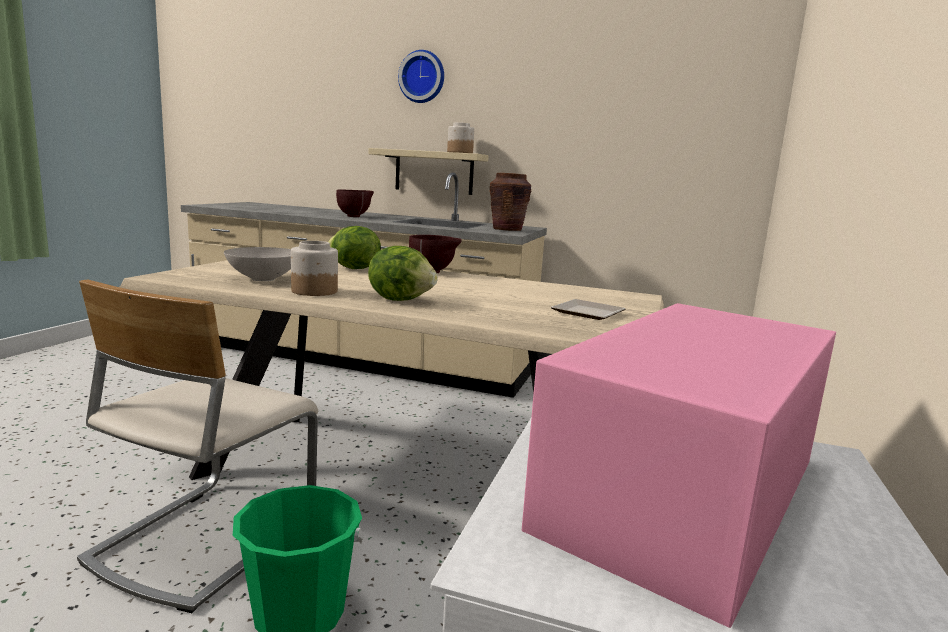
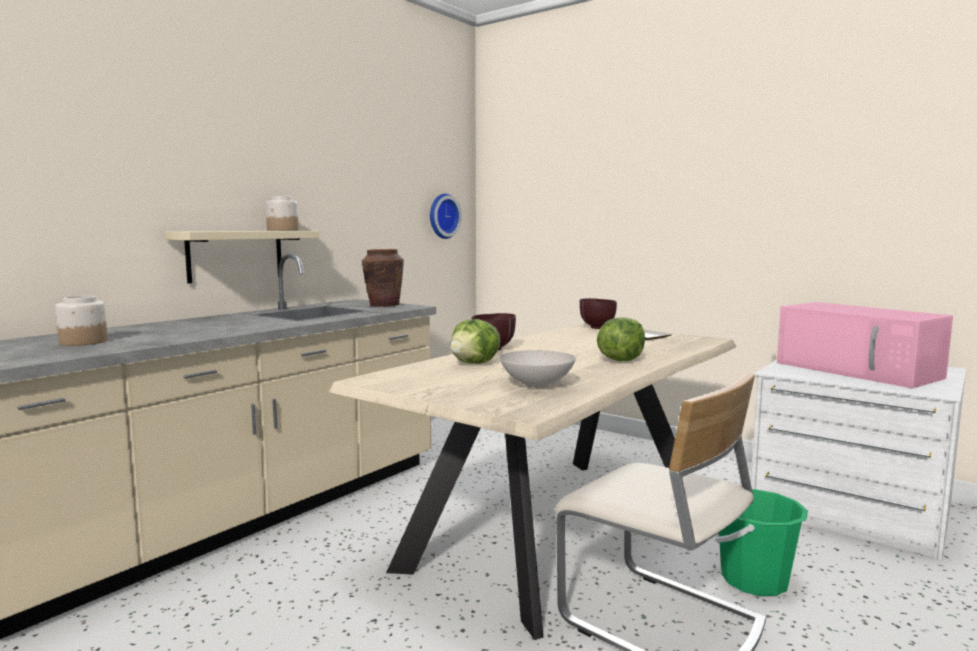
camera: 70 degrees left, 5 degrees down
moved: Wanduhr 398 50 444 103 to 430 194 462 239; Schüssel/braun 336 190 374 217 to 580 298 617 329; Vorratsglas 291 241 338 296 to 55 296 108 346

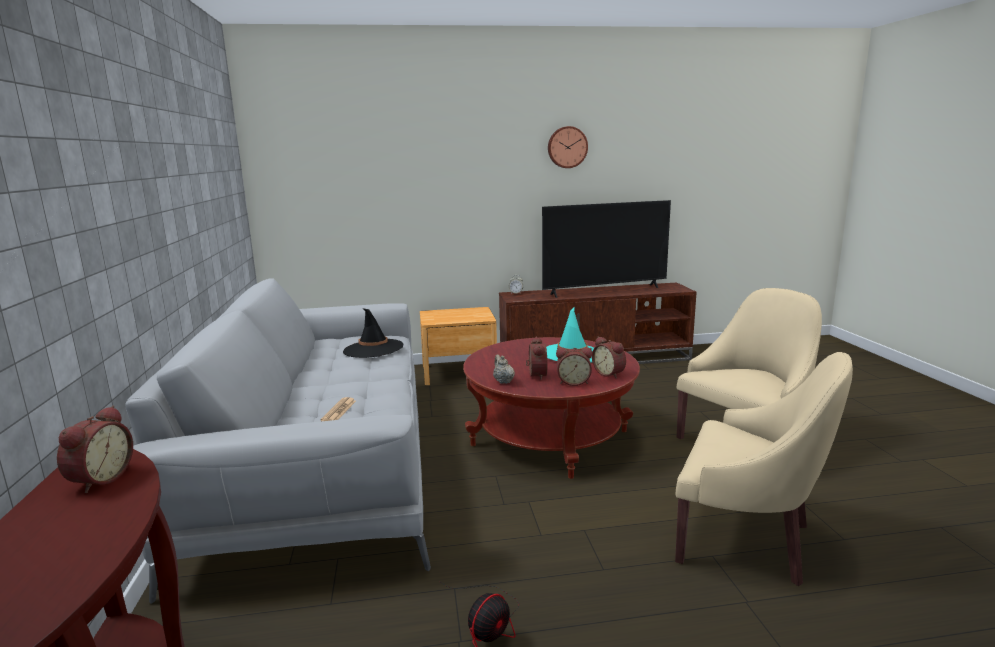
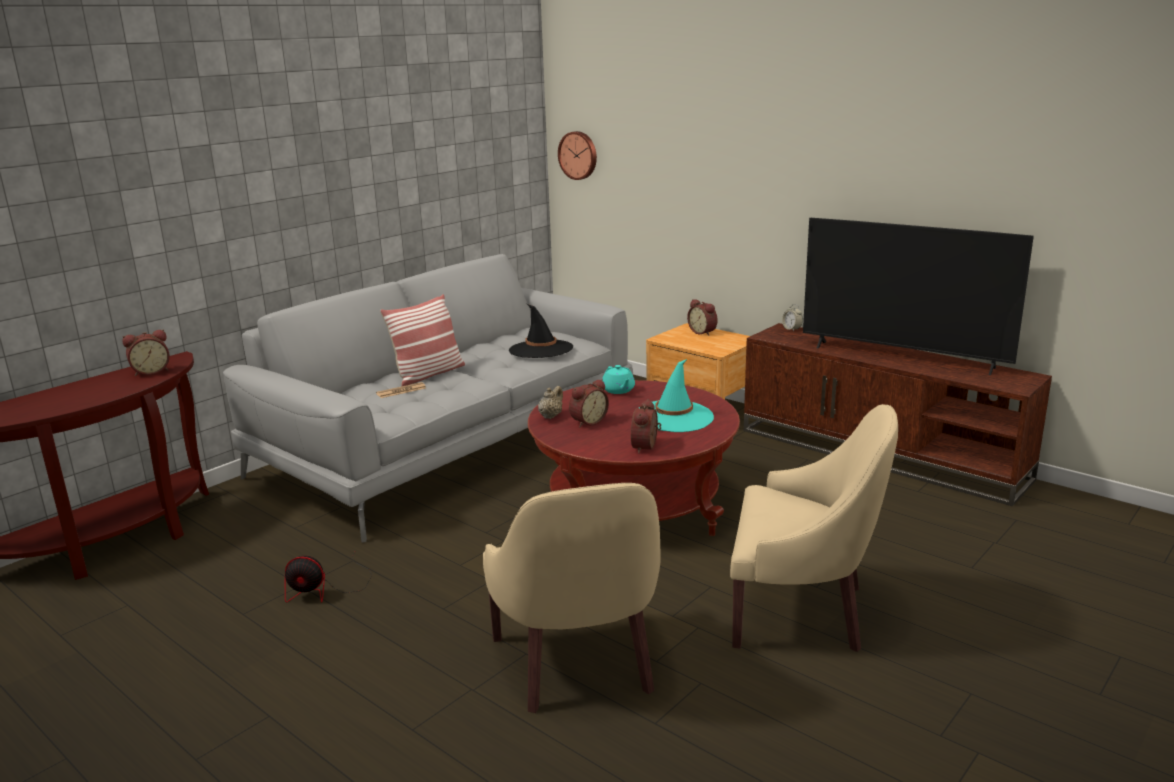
camera: 50 degrees right, 5 degrees up
added: Kissen 380 294 465 386; Teekanne/türkis 602 365 635 394
moved: Wanduhr 548 126 588 168 to 558 131 597 180; Wecker 556 347 592 386 to 687 299 718 336

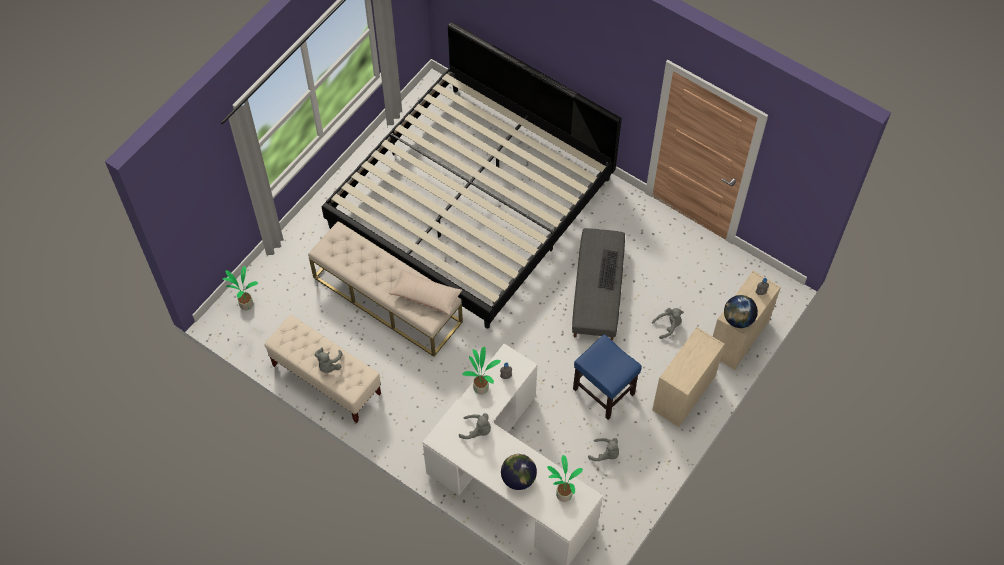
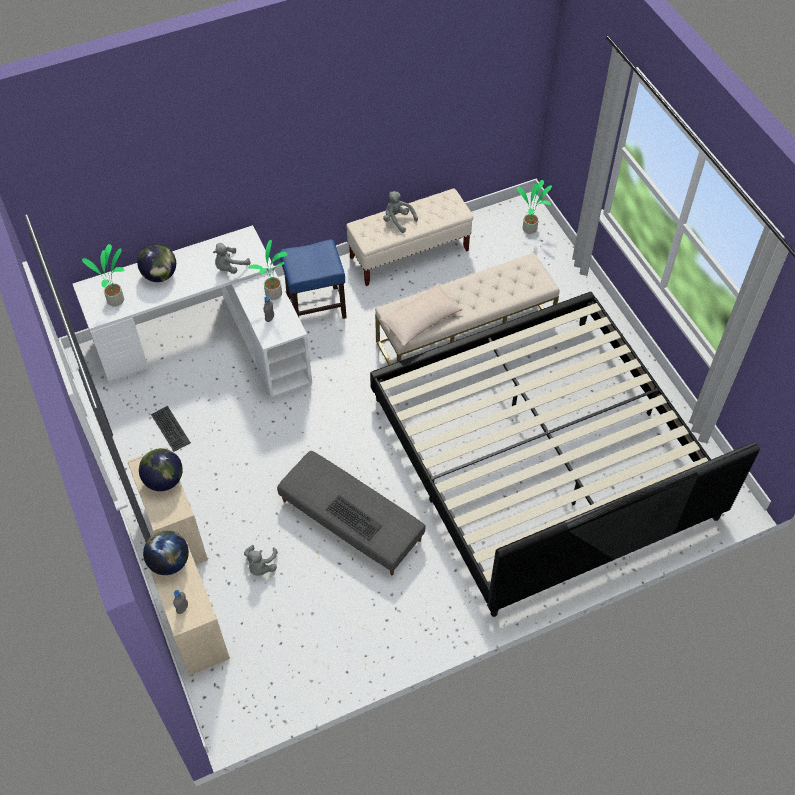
camera: 120 degrees right, 5 degrees down
added: Globus 139 448 183 491
moved: Hocker/blau 573 334 642 420 to 280 239 347 319
replaced: Plüschtier/grau 588 438 619 461 to Tastatur 151 406 191 452

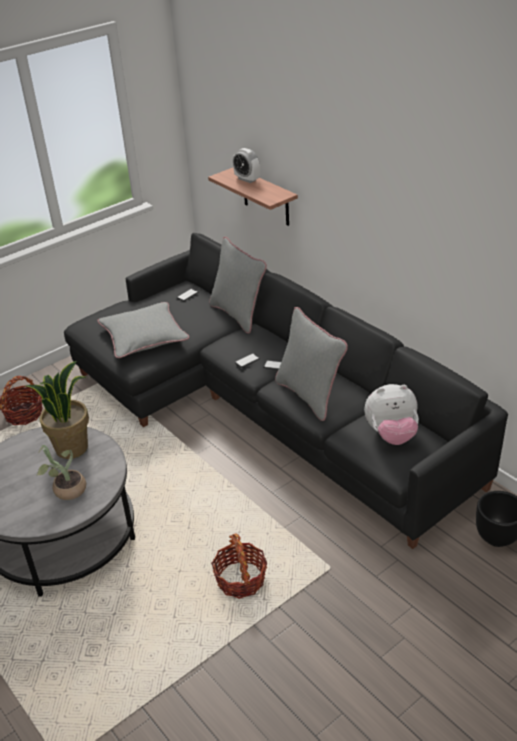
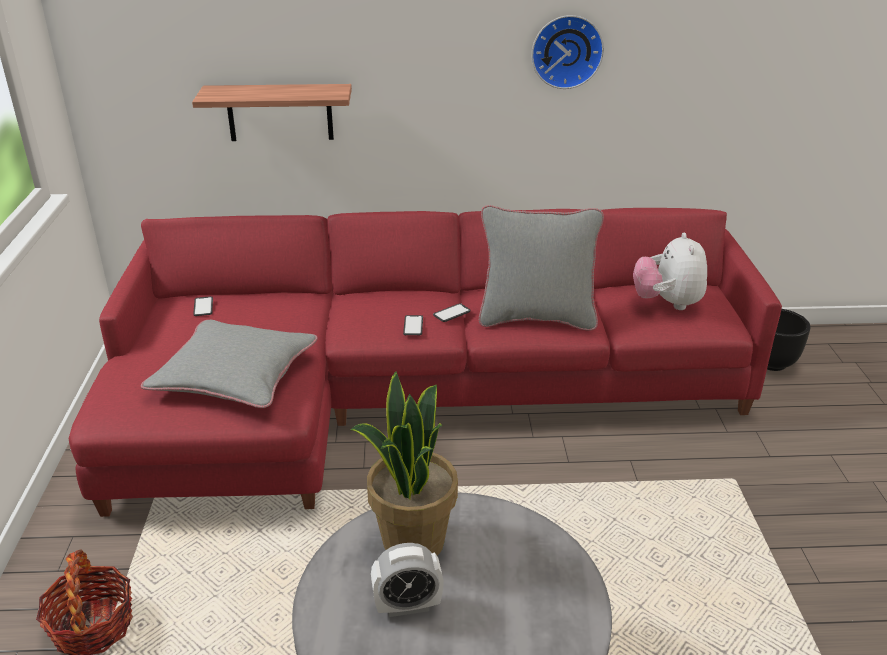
camera: 55 degrees left, 5 degrees down
removed: Kissen/grau 209 237 267 334; Topfpflanze 36 445 86 500; Korb 211 533 268 599
added: Wanduhr 532 15 604 89
moved: Wecker 233 148 260 183 to 371 543 444 617
recoloured: Sofa/schwarz 64 233 508 549 to Sofa/rot 69 208 782 517
turned: Plüschtier 364 384 419 445 = 633 232 707 310 150 degrees clockwise

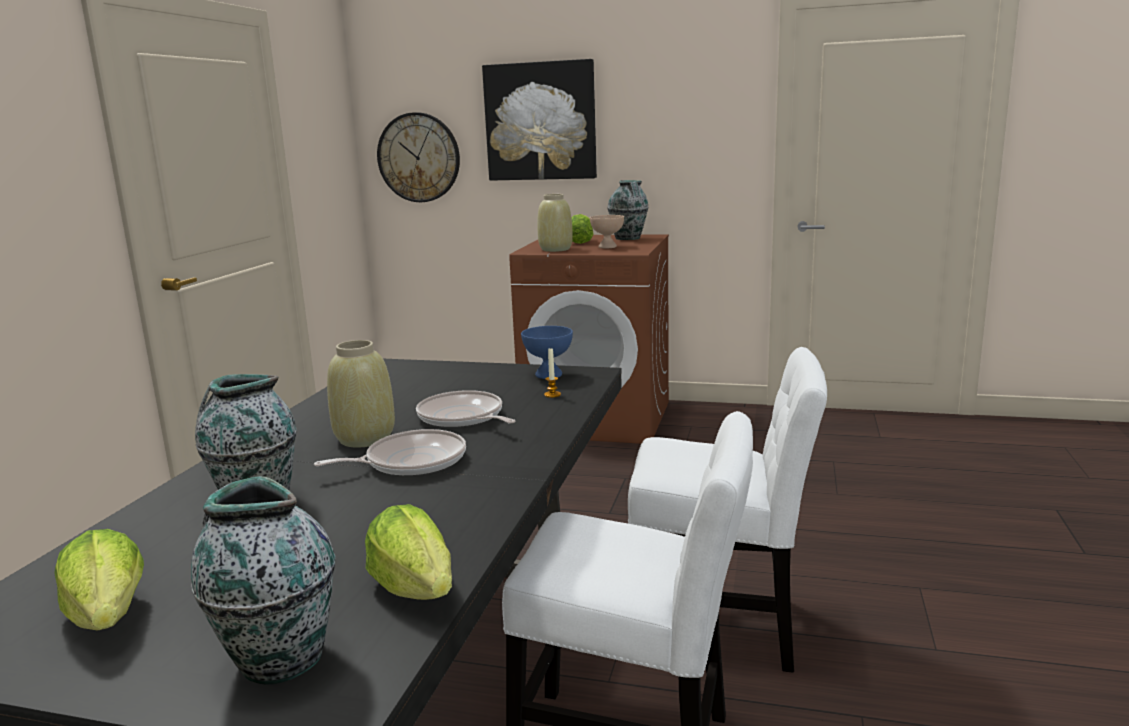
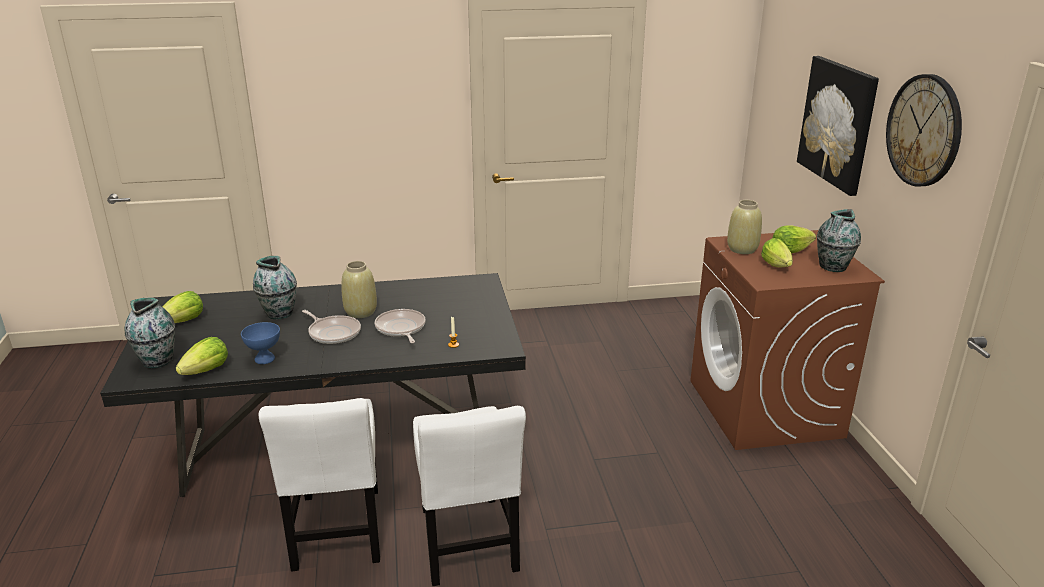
camera: 65 degrees right, 10 degrees up
moved: Wanduhr 377 112 460 202 to 886 74 962 186; Schüssel/blau 521 326 573 379 to 241 322 280 364
replaced: Schüssel/beige 590 215 624 248 to Salatkopf 761 238 793 267
turned: Pfanne 416 390 516 428 = 375 309 426 343 45 degrees counterclockwise

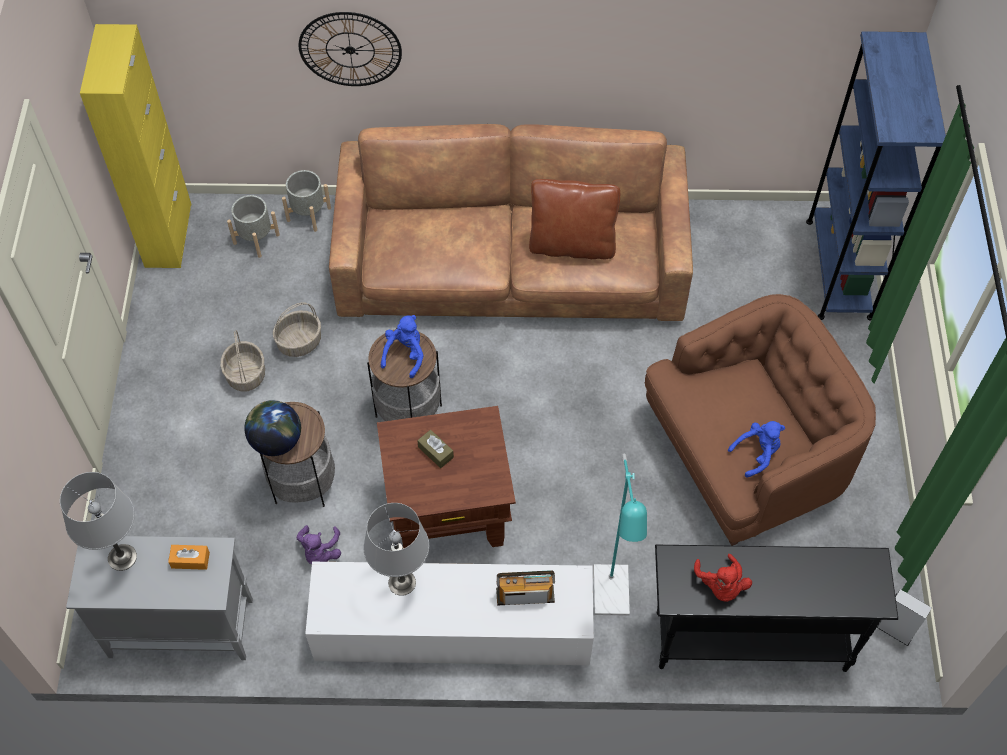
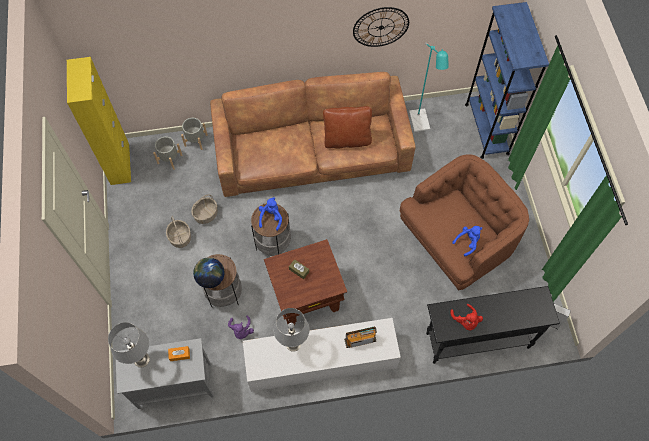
camera: 10 degrees left, 5 degrees up
moved: Wanduhr 299 12 402 86 to 353 7 409 47; Stehlampe/türkis 594 453 647 616 to 409 42 449 132

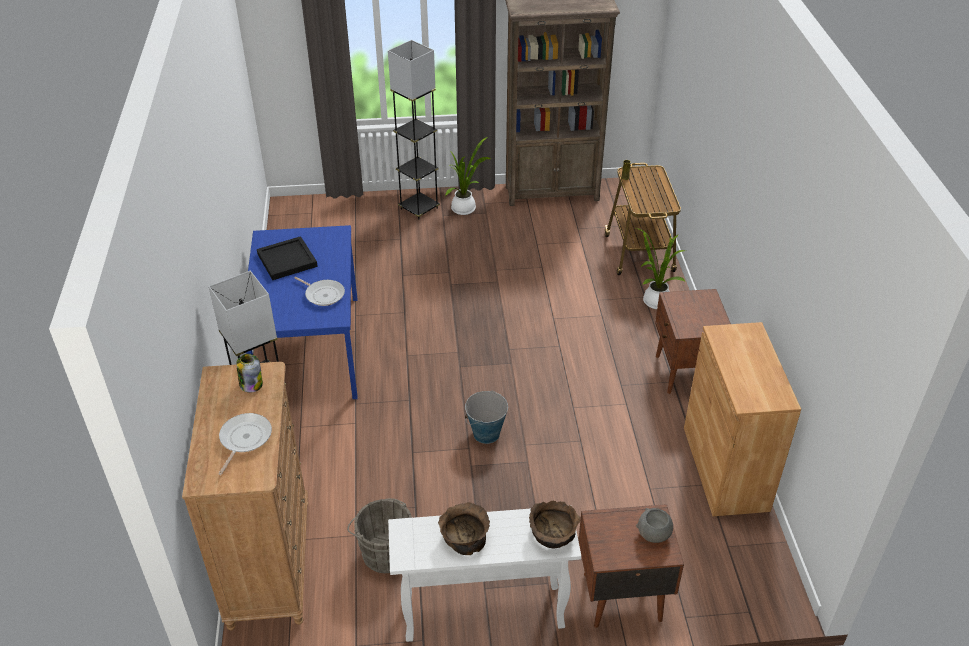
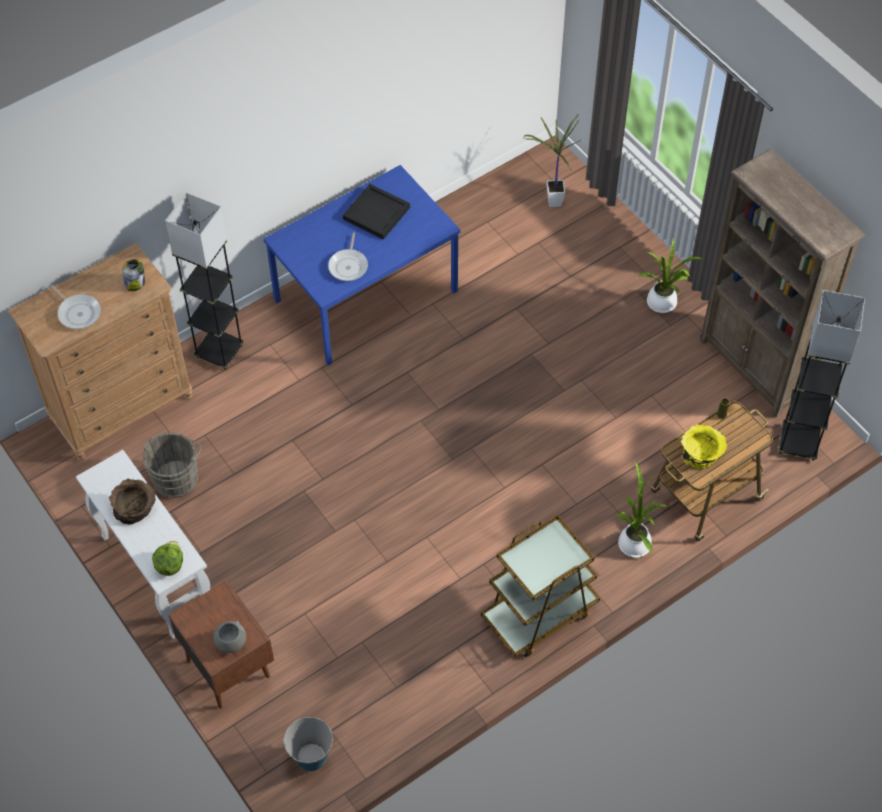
camera: 60 degrees right, 15 degrees up
removed: Schrank/braun 684 322 801 516
added: Topfpflanze 523 115 581 207; Schüssel/gelb 681 424 727 469
moved: Stehlampe/grau 388 40 440 220 to 778 290 865 461; Eimer 465 390 508 444 to 283 717 333 771
replaced: Nachttisch/braun 655 289 731 394 to Rollwagen/braun 481 515 600 657; Schüssel/braun 529 501 581 548 to Salatkopf 152 541 183 576
turned: Pfanne 219 413 272 475 = 51 285 101 329 60 degrees clockwise

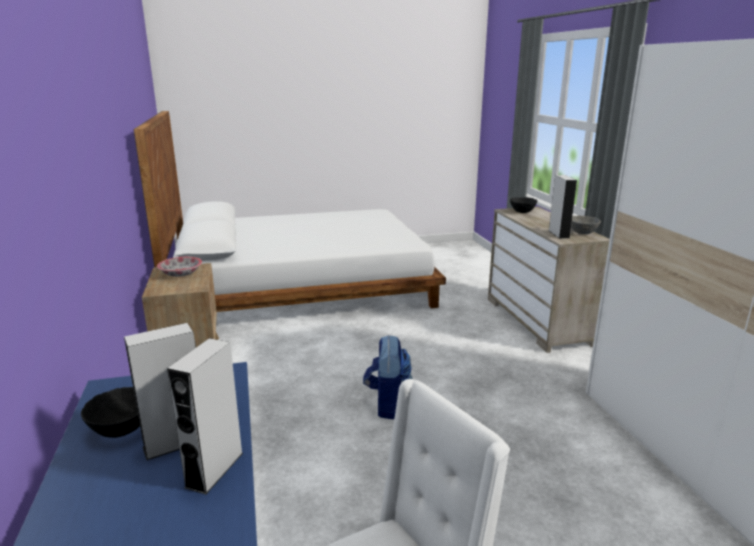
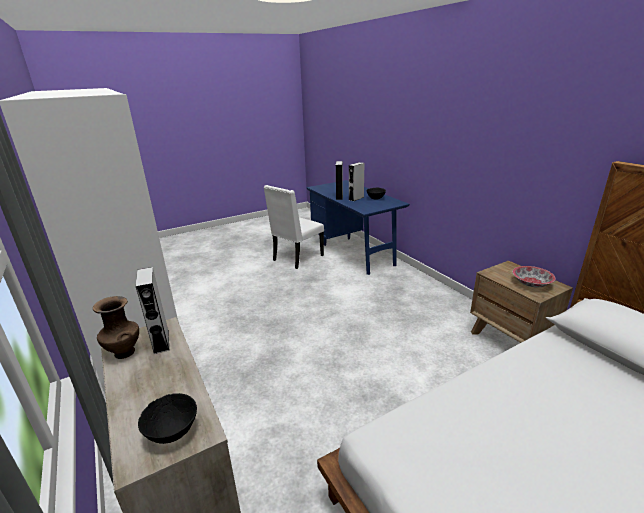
camera: 165 degrees right, 5 degrees up
removed: Rucksack 363 335 413 419
replaced: Schüssel/grau 571 215 601 234 to Vase/braun 93 296 139 359

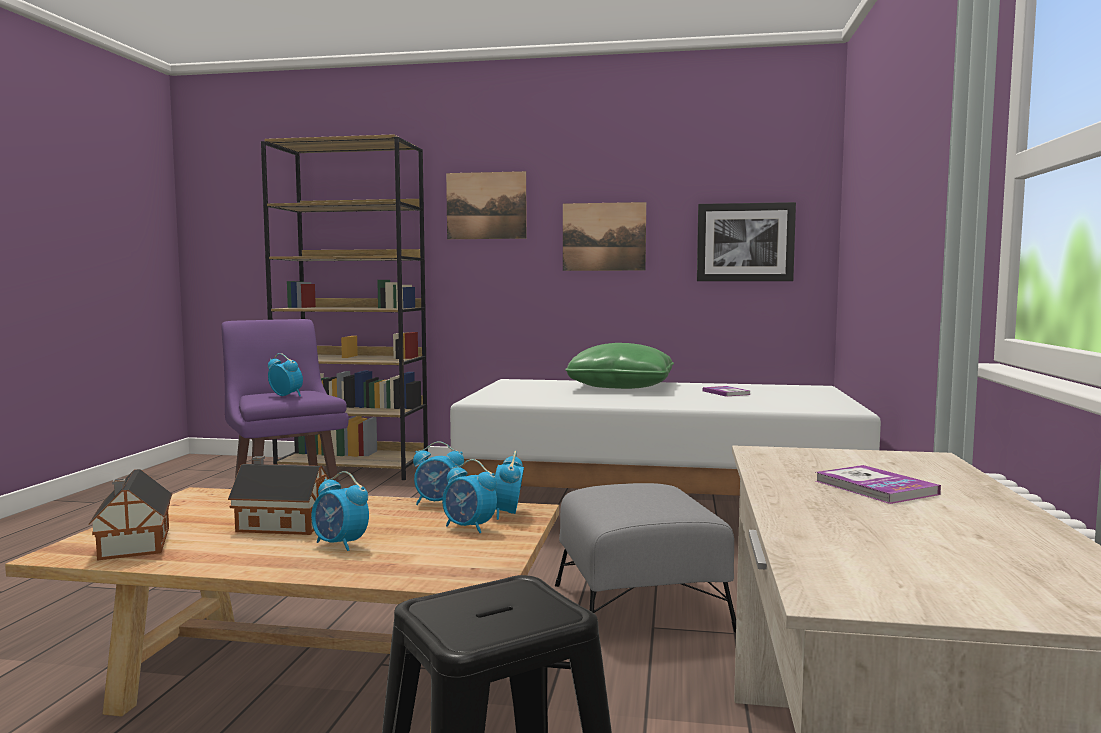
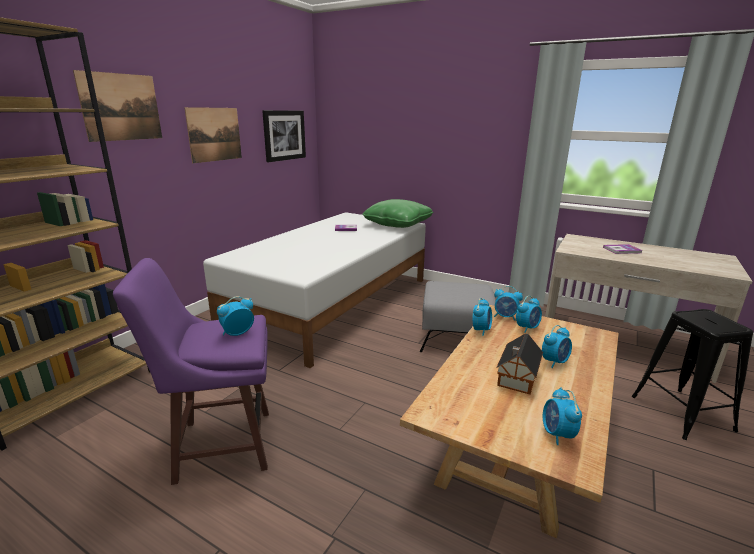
camera: 70 degrees left, 15 degrees up
moved: Kissen/grün 565 343 674 389 to 362 199 433 228
replaced: Spielzeughaus 88 469 172 561 to Wecker 543 387 582 445

